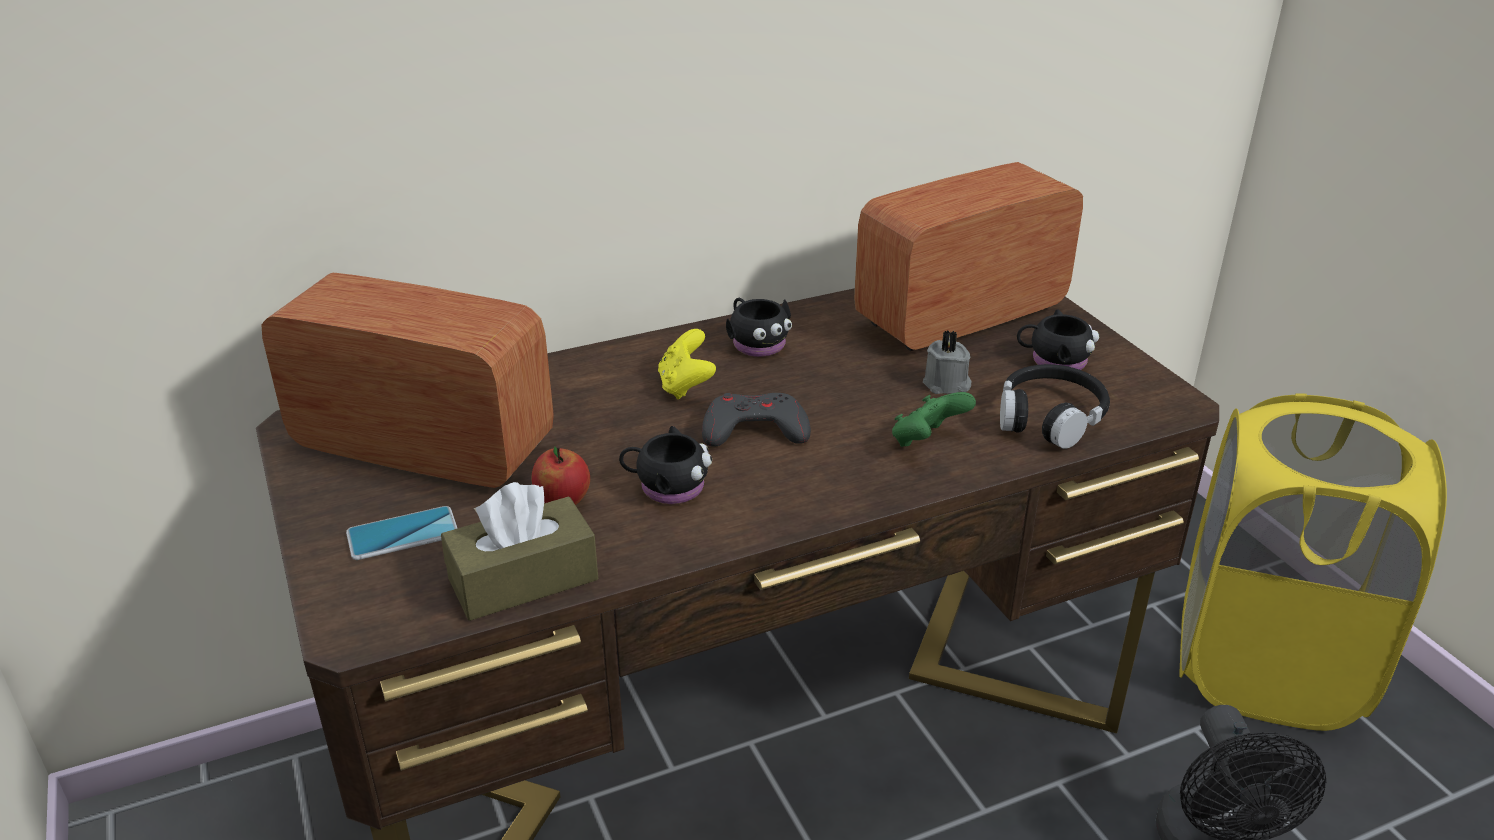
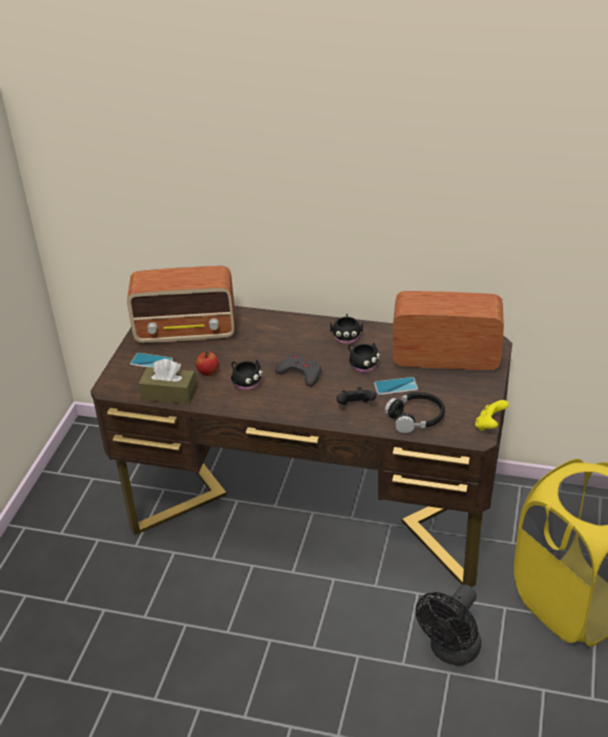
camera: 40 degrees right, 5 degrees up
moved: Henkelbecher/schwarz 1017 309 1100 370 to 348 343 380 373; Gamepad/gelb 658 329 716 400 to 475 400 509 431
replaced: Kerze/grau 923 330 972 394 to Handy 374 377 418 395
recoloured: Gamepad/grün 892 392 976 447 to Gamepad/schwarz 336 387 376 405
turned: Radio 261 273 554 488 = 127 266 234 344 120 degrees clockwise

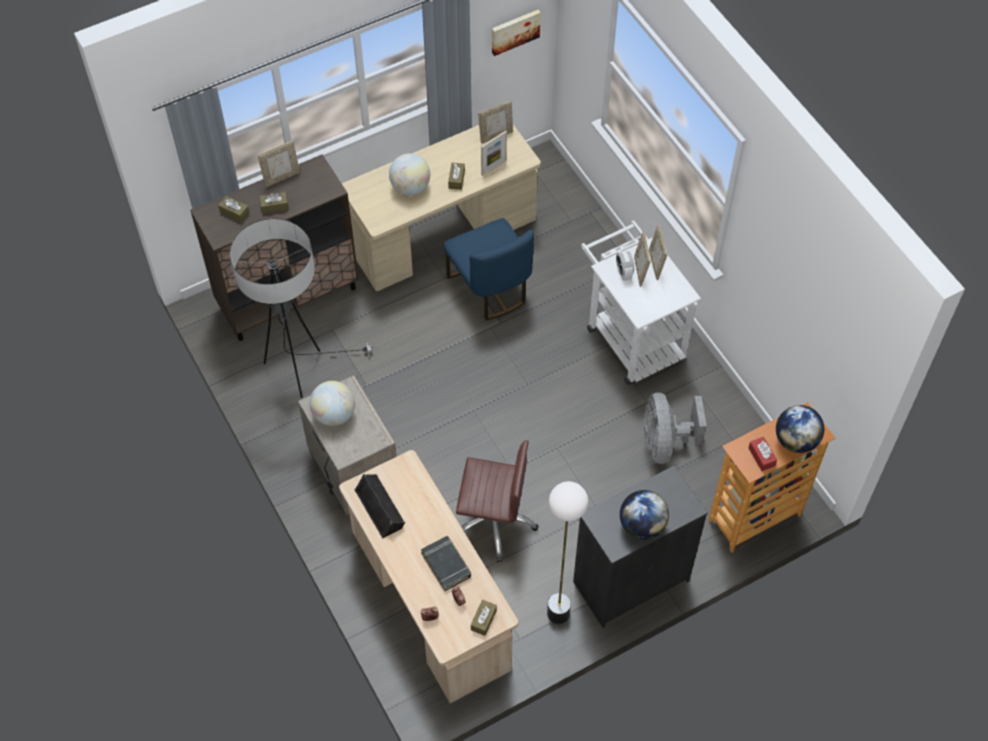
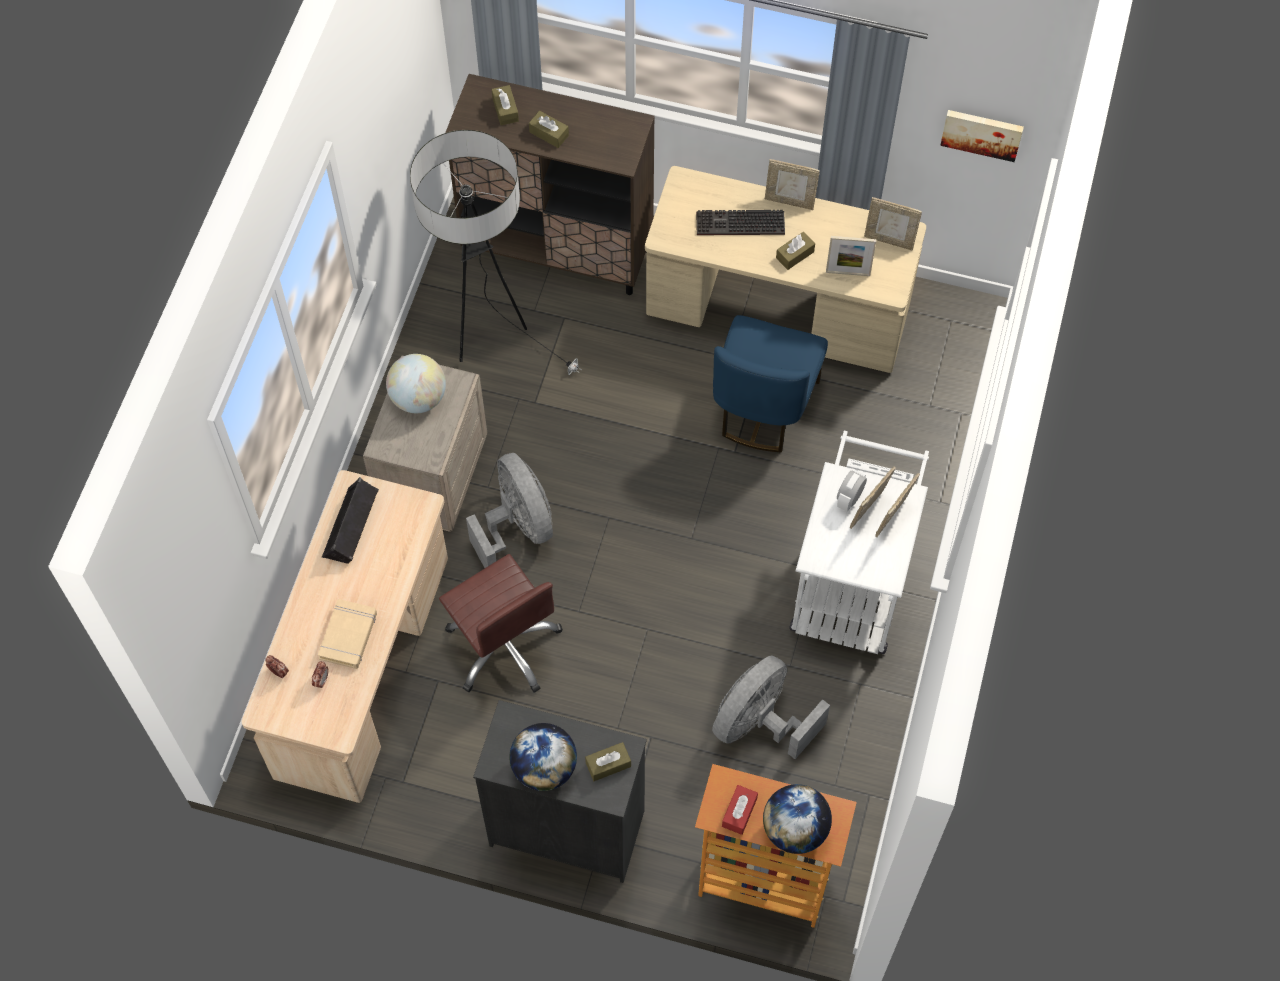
camera: 45 degrees right, 5 degrees up
removed: Stehlampe 547 481 588 624
added: Ventilator/grau 466 453 553 568
moved: Bilderrahmen 258 141 300 187 to 765 159 820 210; Taschentuchbox/braun 471 600 497 636 to 585 742 631 781
replaced: Globus 389 153 430 195 to Tastatur 696 210 785 235
recoloured: Buch/schwarz 421 536 471 591 to Buch/beige 318 599 377 669

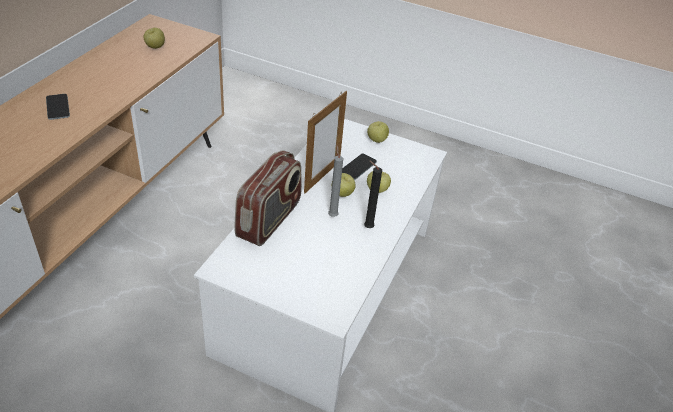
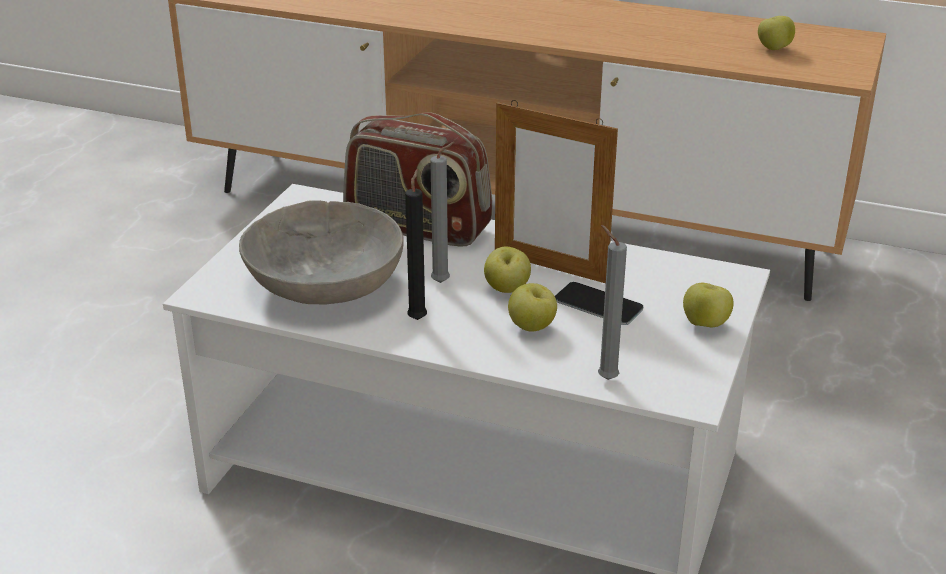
camera: 90 degrees right, 10 degrees down
removed: Handy 46 94 70 120
added: Schüssel/grau 239 200 404 304; Kerze/grau 598 225 627 380

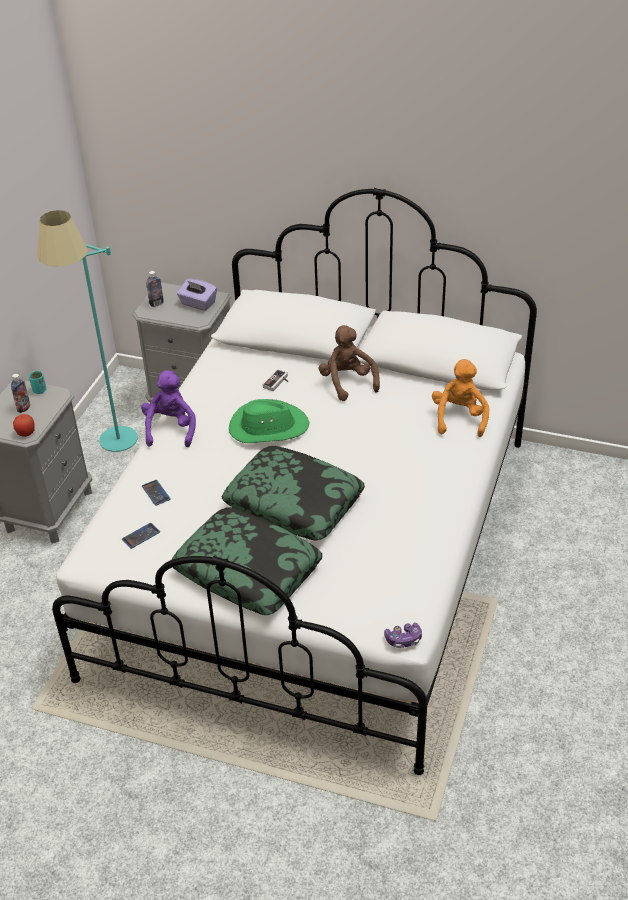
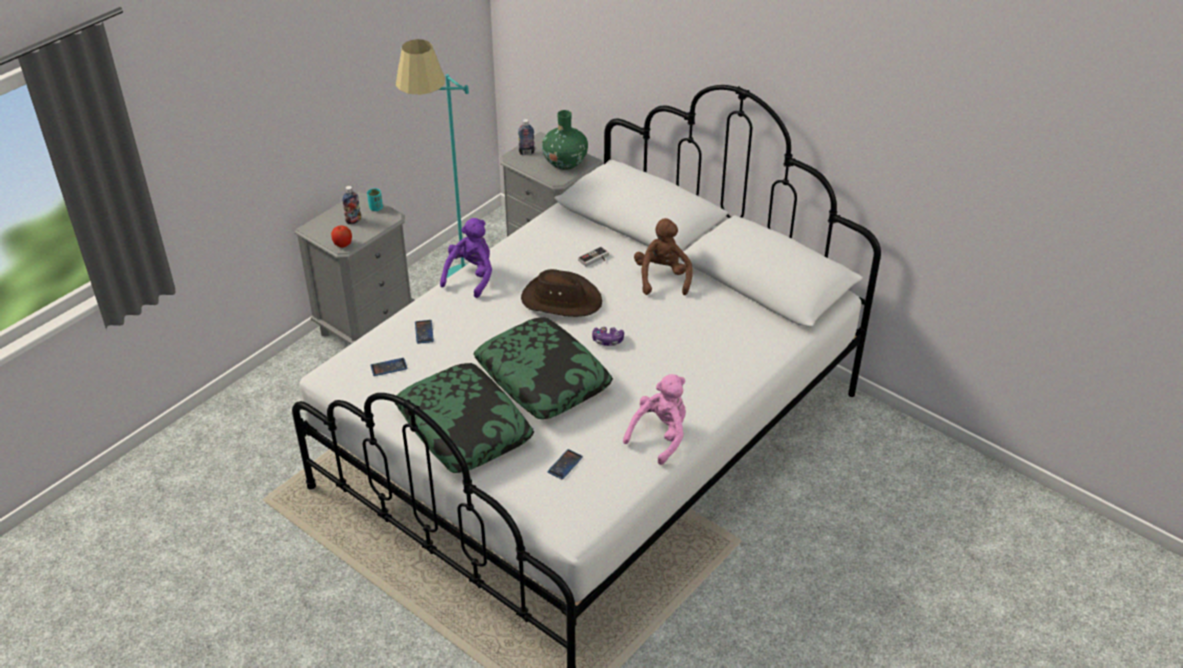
camera: 20 degrees right, 0 degrees up
removed: Plüschtier/orange 432 359 489 437
added: Plüschtier/rosa 623 374 686 465; Handy 548 449 583 479
moved: Gamepad 384 623 422 648 to 592 327 624 346
replaced: Taschentuchbox/lila 177 279 217 311 to Vase/grün 542 110 588 170
recoloured: Hut/grün 229 399 310 443 to Hut/braun 521 269 602 317

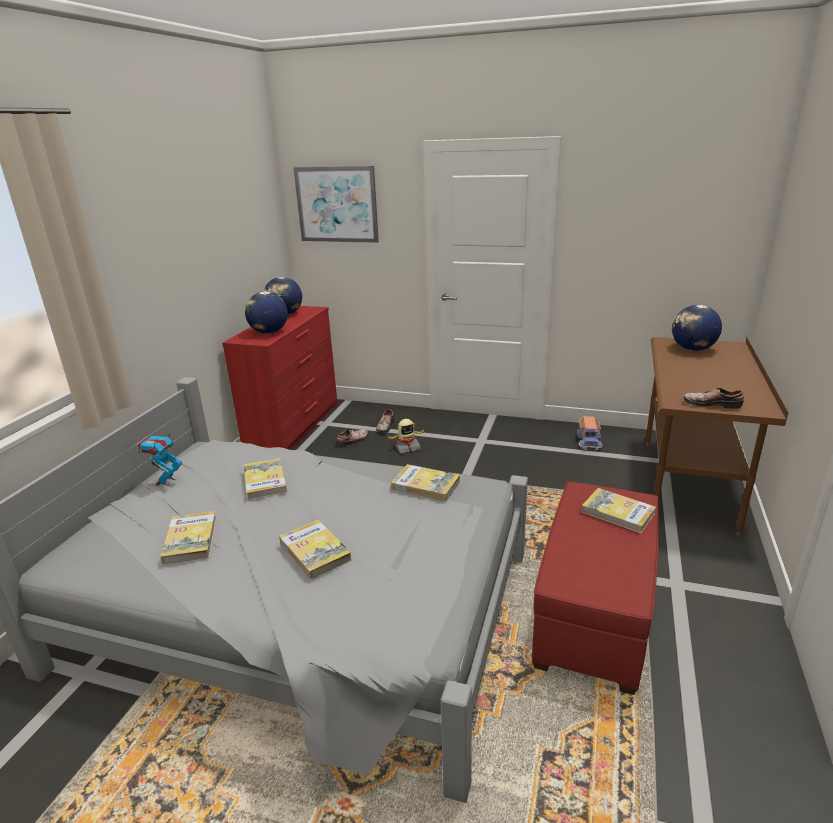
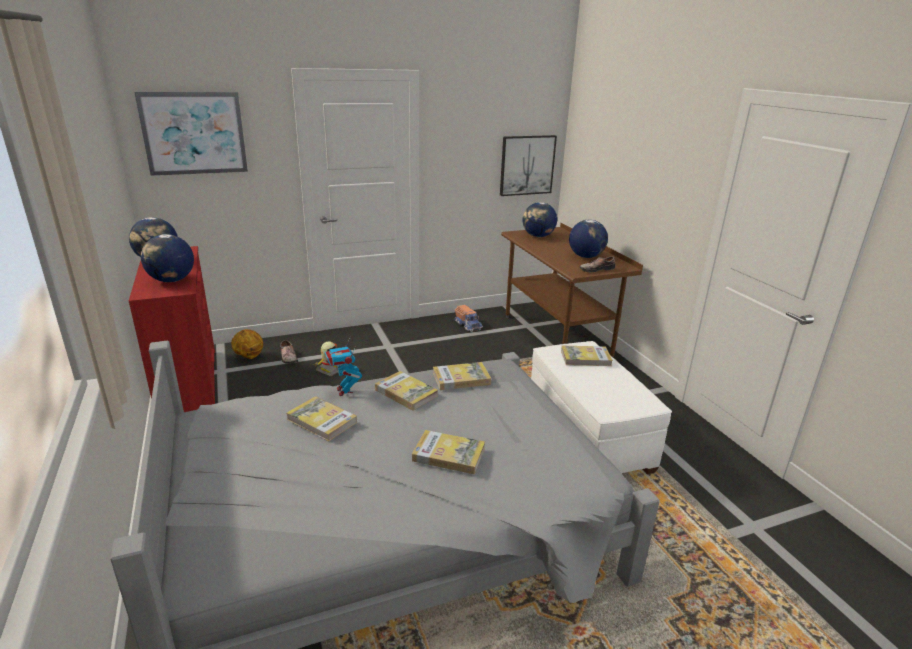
camera: 40 degrees left, 0 degrees up
removed: Schuh 337 428 368 446
added: Bild 500 135 557 196; Globus 569 220 608 258; Basketball 231 329 263 359
moved: Spielzeugroboter 137 428 182 486 to 325 337 362 396; Buch 160 511 217 564 to 375 371 438 411
recoloured: Polsterhocker/rot 532 482 659 695 to Polsterhocker/weiß 531 341 672 474

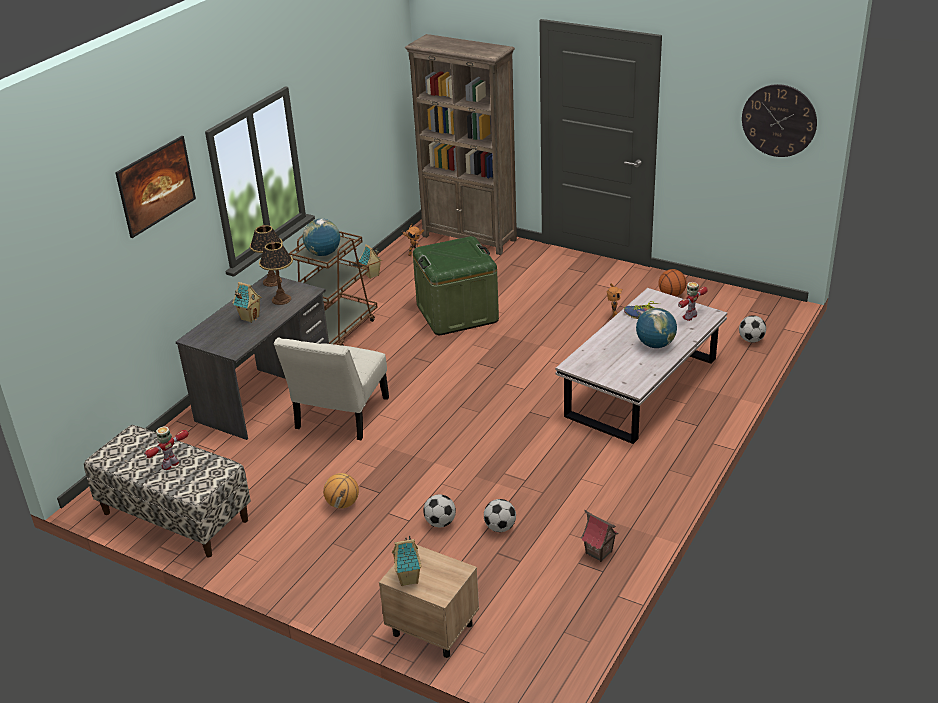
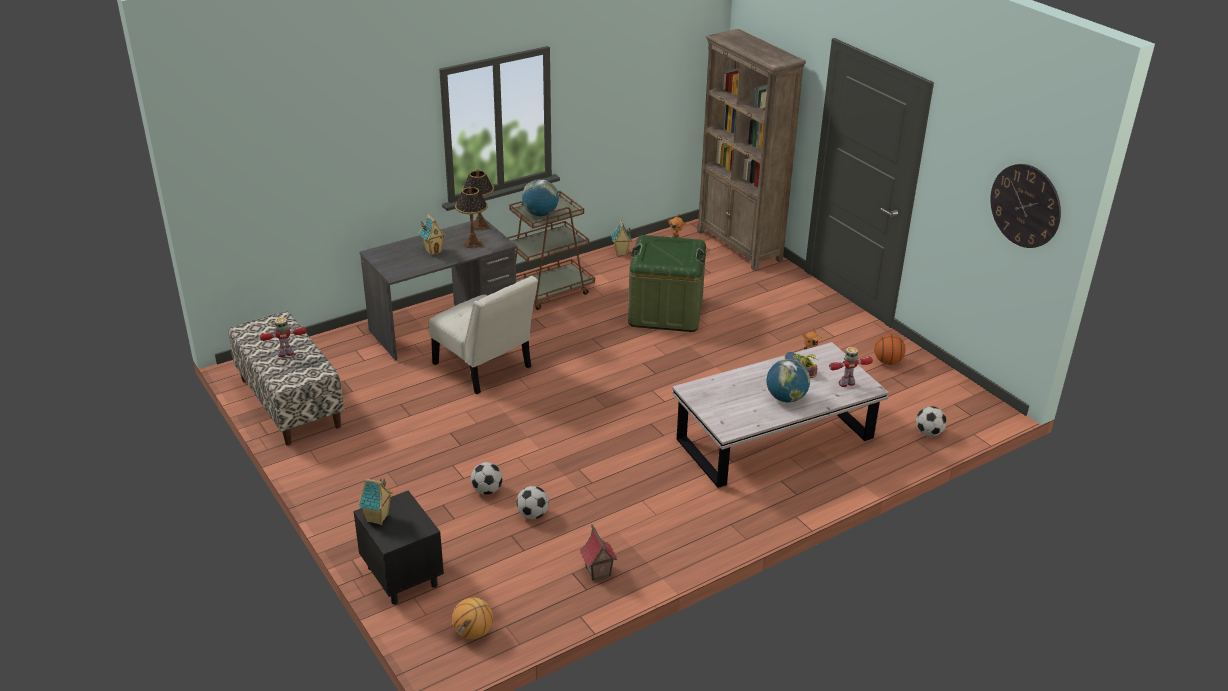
camera: 25 degrees right, 0 degrees up
removed: Bild 115 136 196 238
moved: Basketball 323 473 359 509 to 452 597 493 639
recoloured: Nachttisch/beige 379 545 479 658 to Nachttisch/schwarz 353 491 444 605
turned: Stuhl/weiß 274 337 389 440 = 429 276 538 394 90 degrees counterclockwise

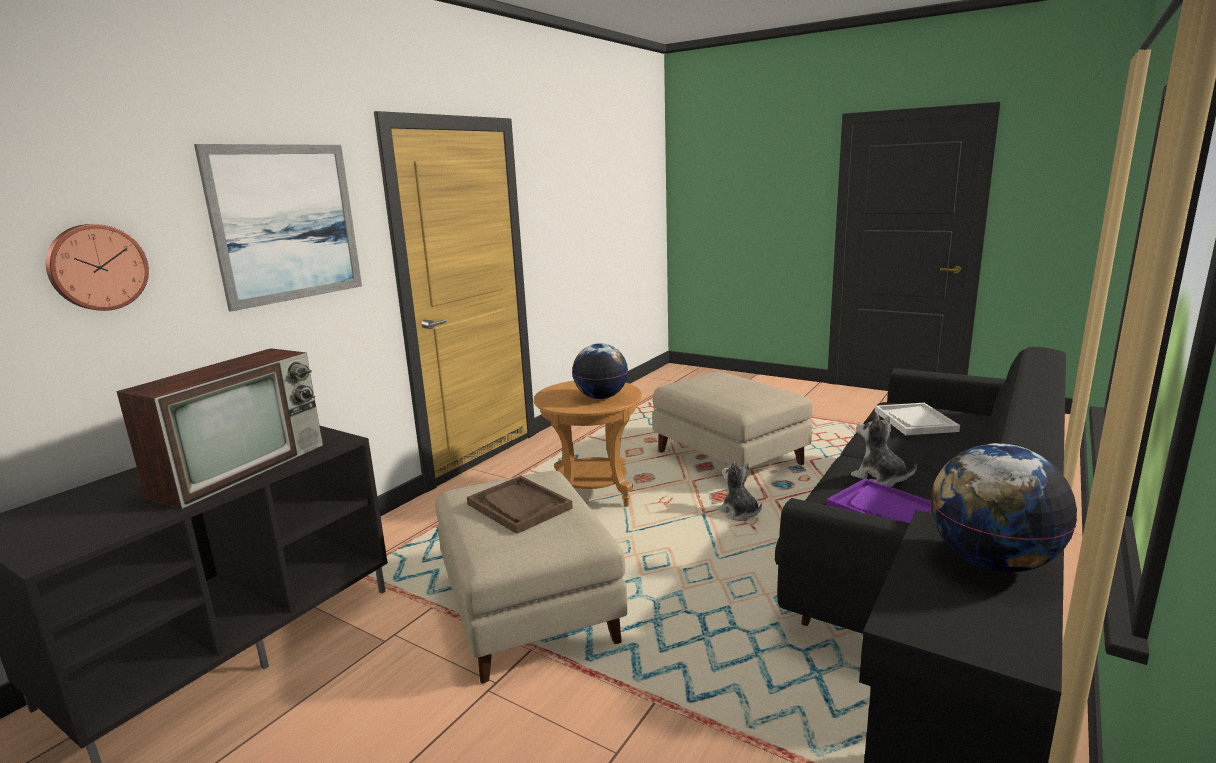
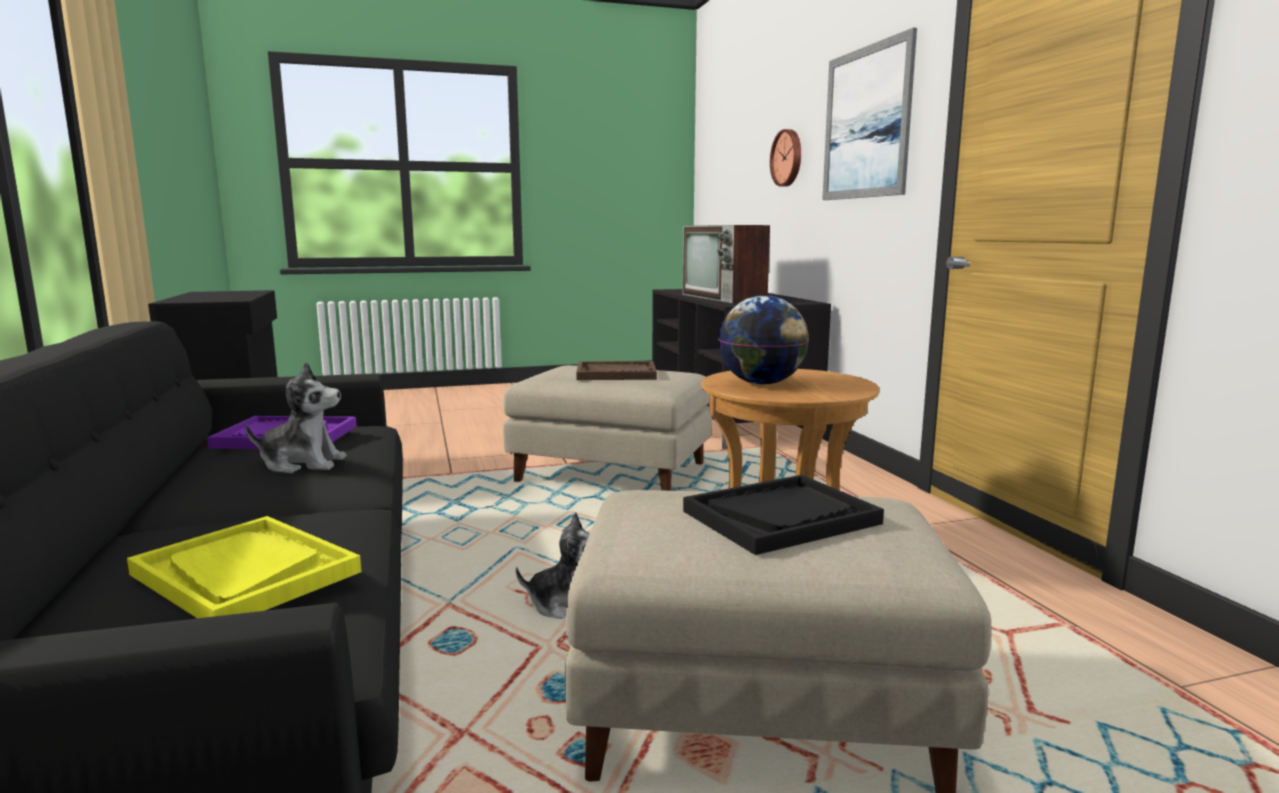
camera: 130 degrees right, 5 degrees down
removed: Globus 930 443 1077 573
added: Tablett/schwarz 683 475 884 555
recoloured: Tablett/weiß 875 403 960 435 to Tablett/gelb 127 516 362 618

